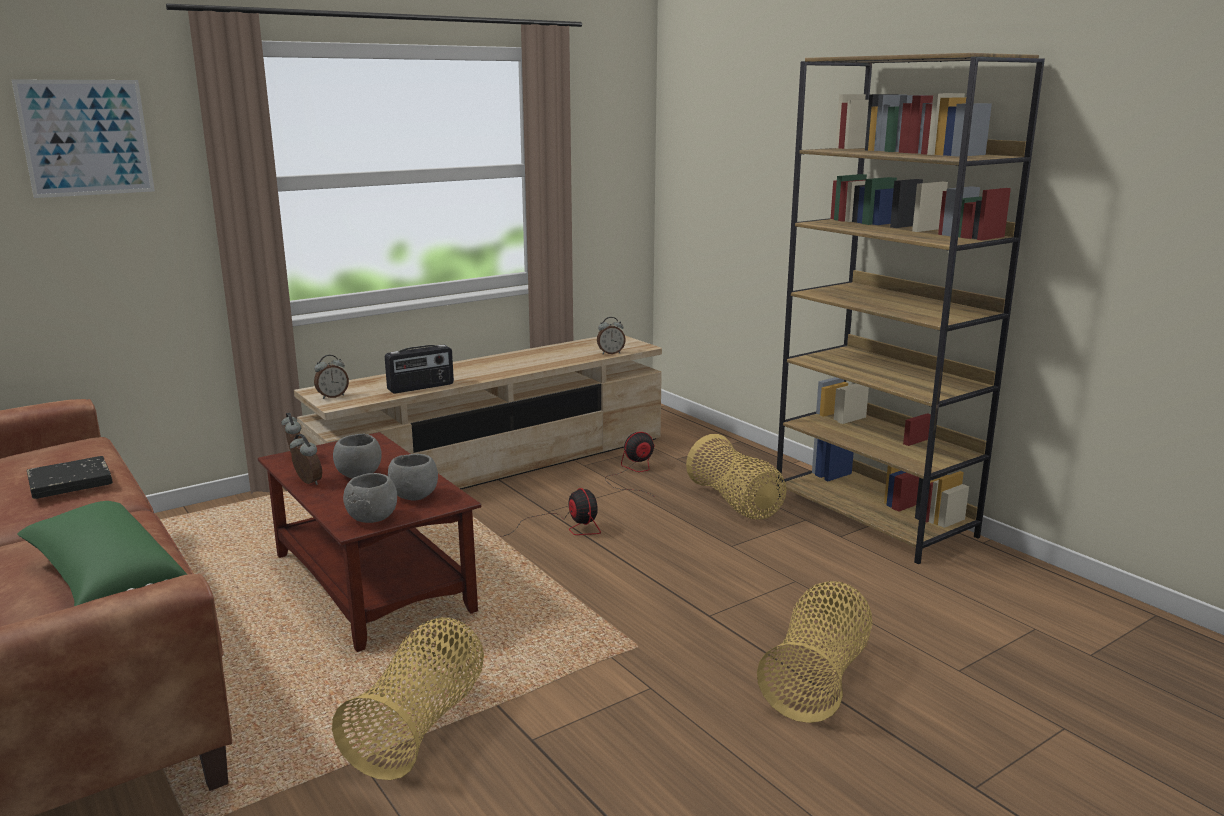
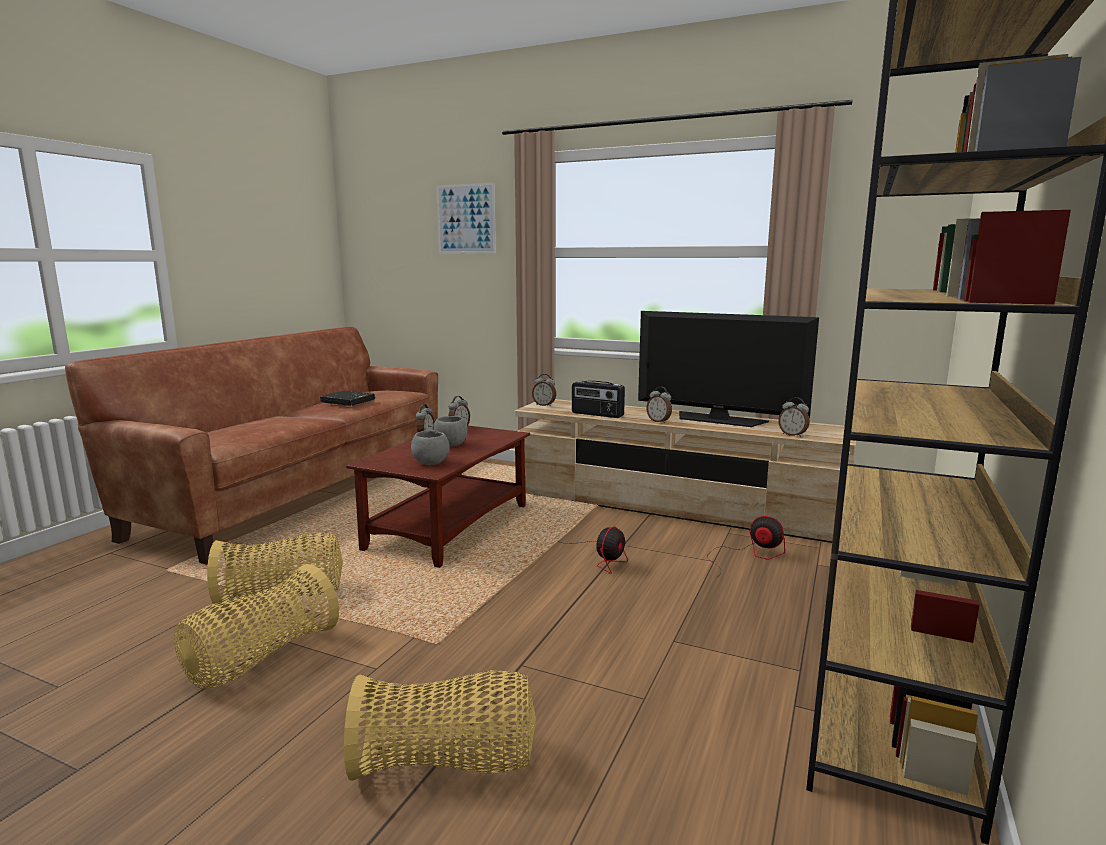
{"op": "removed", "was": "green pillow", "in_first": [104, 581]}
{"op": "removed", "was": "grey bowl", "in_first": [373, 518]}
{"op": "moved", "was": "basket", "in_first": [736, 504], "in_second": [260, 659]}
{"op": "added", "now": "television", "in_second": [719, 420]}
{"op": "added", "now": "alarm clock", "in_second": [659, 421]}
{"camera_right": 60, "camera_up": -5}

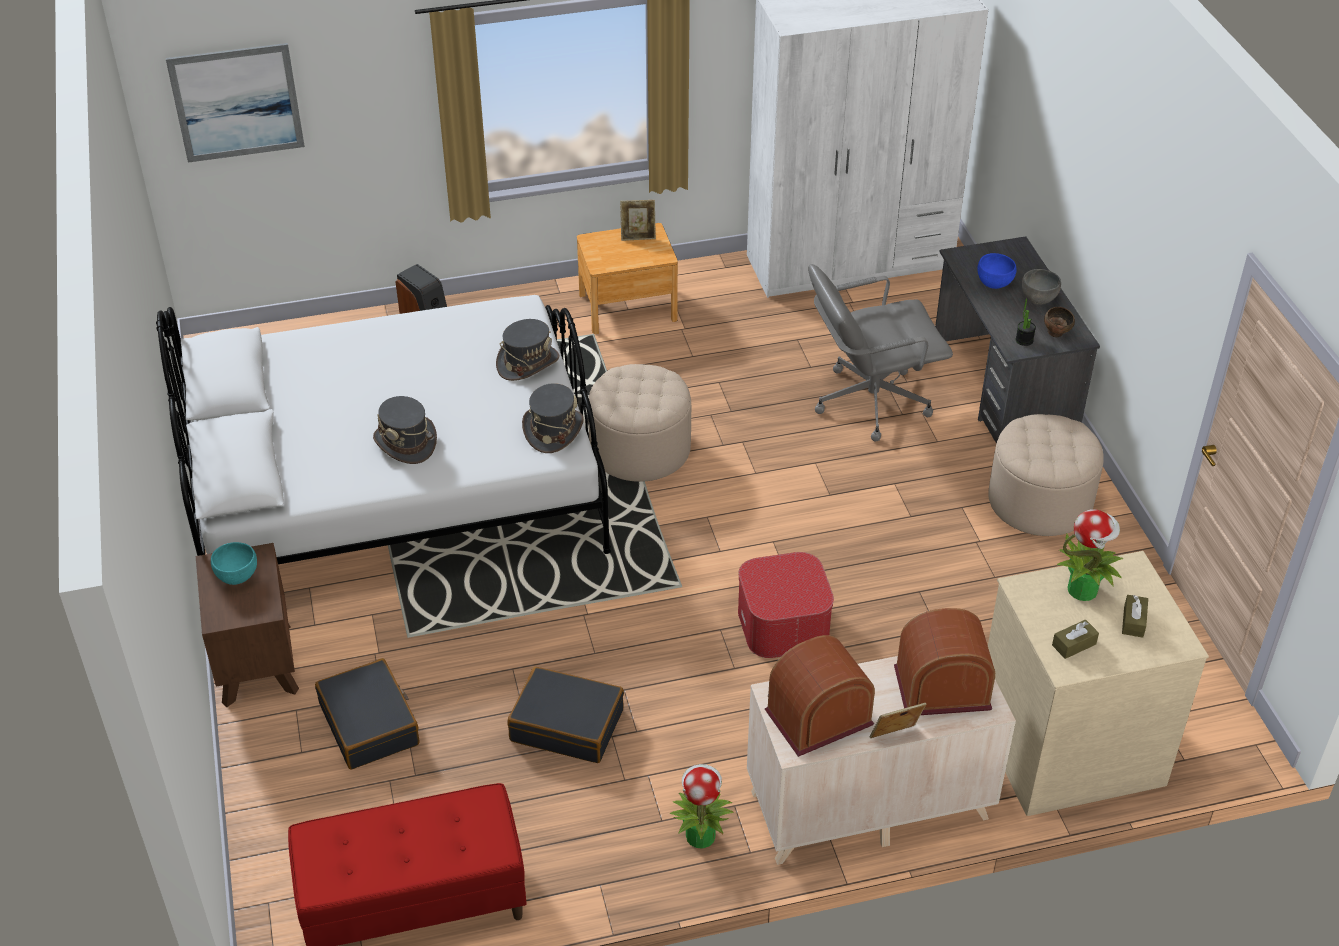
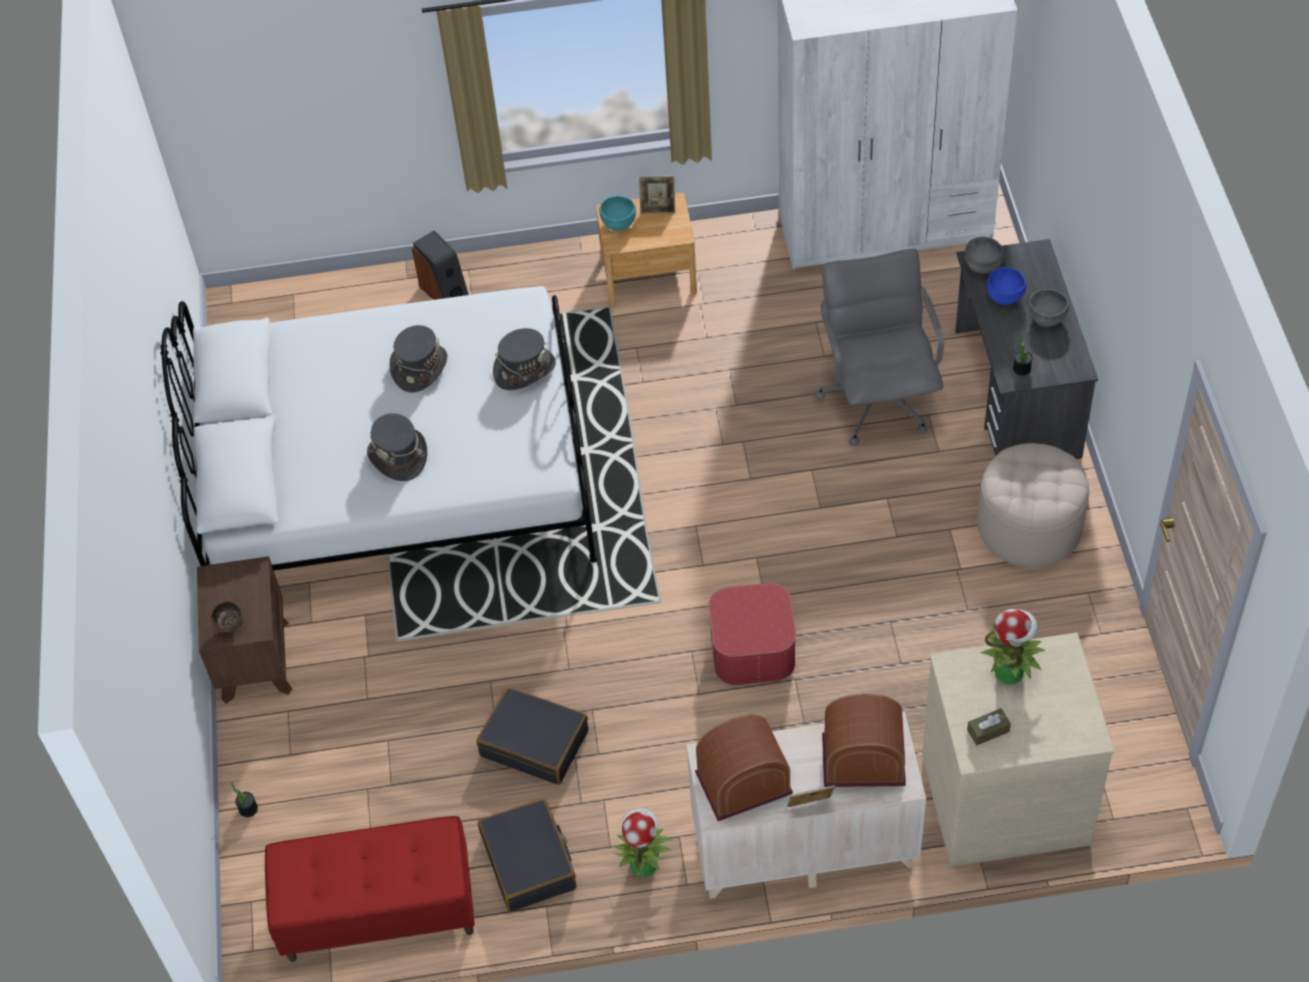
{"op": "removed", "was": "picture", "in_first": [236, 102]}
{"op": "moved", "was": "turquoise bowl", "in_first": [237, 577], "in_second": [618, 224]}
{"op": "moved", "was": "black suitcase", "in_first": [370, 724], "in_second": [529, 862]}
{"op": "moved", "was": "grey hat", "in_first": [553, 430], "in_second": [419, 367]}
{"op": "removed", "was": "beige ottoman", "in_first": [640, 449]}
{"op": "turned", "was": "grey office chair", "in_first": [870, 401], "in_second": [878, 400], "clockwise": 90}
{"op": "moved", "was": "brown bowl", "in_first": [1057, 334], "in_second": [232, 626]}
{"op": "removed", "was": "brown tissue box", "in_first": [1133, 621]}
{"op": "added", "now": "potted plant", "in_second": [248, 809]}
{"op": "added", "now": "grey bowl", "in_second": [982, 267]}
{"camera_right": 10, "camera_up": 10}

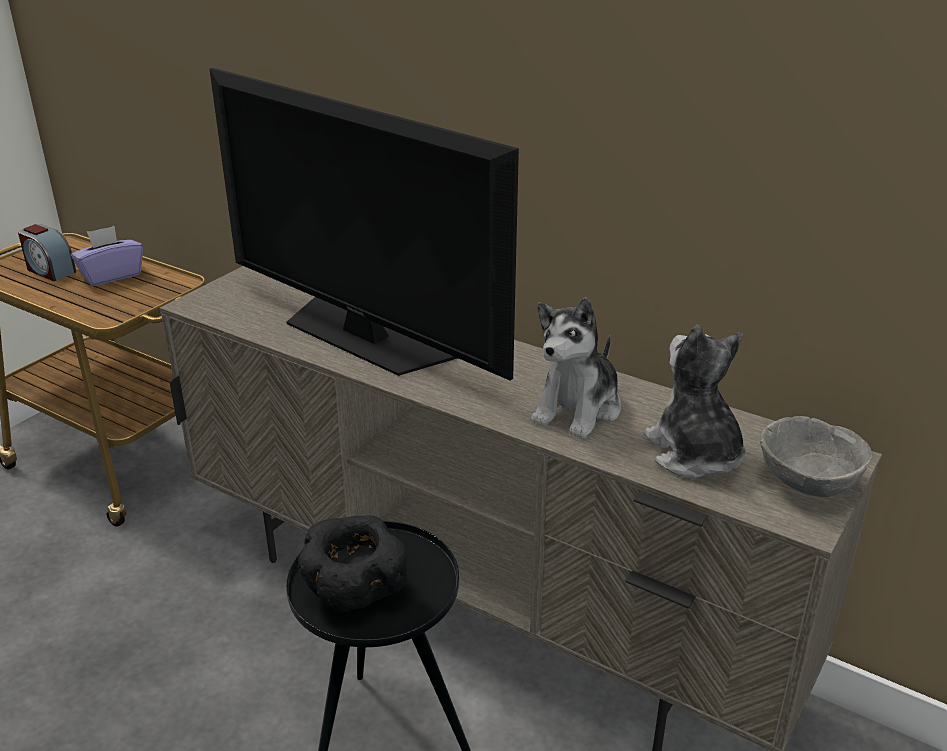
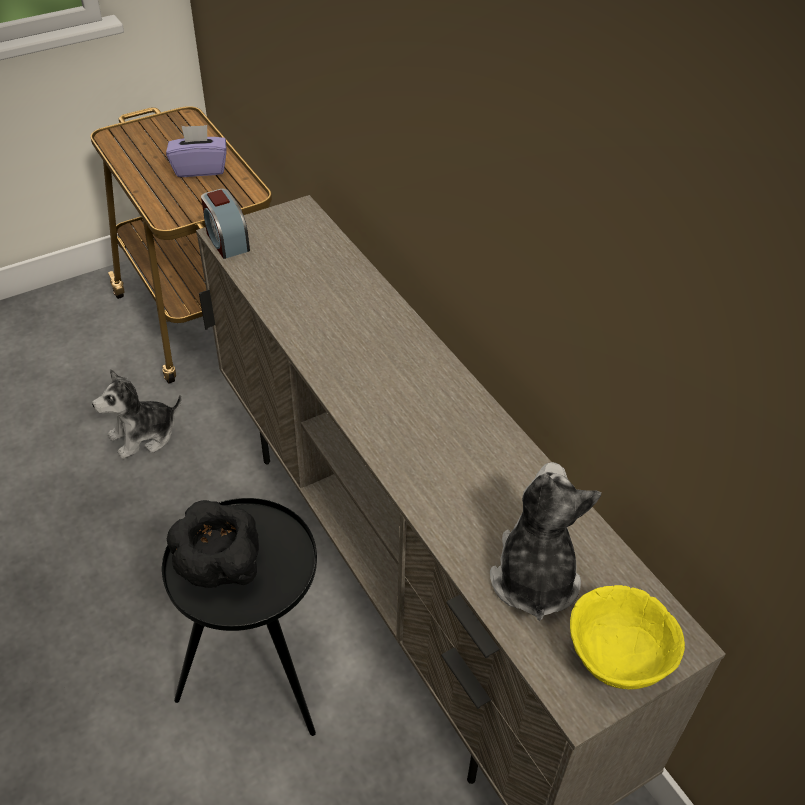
{"op": "moved", "was": "alarm clock", "in_first": [50, 271], "in_second": [226, 241]}
{"op": "removed", "was": "television", "in_first": [365, 336]}
{"op": "moved", "was": "plush toy", "in_first": [578, 409], "in_second": [144, 436]}
{"op": "recoloured", "was": "grey bowl", "now": "yellow bowl", "in_first": [806, 483], "in_second": [616, 657]}
{"camera_right": 25, "camera_up": 15}

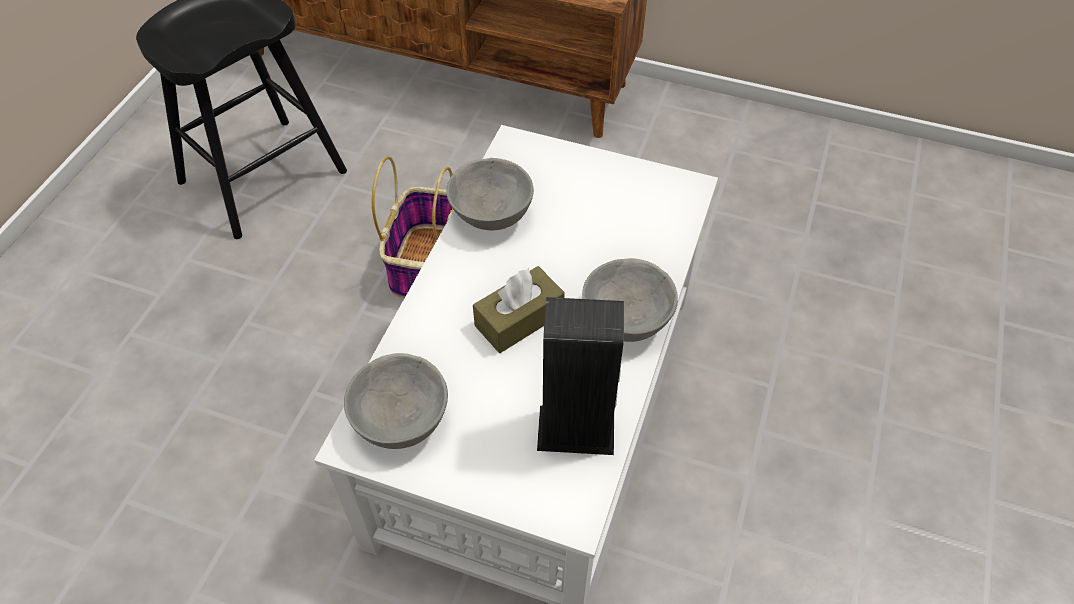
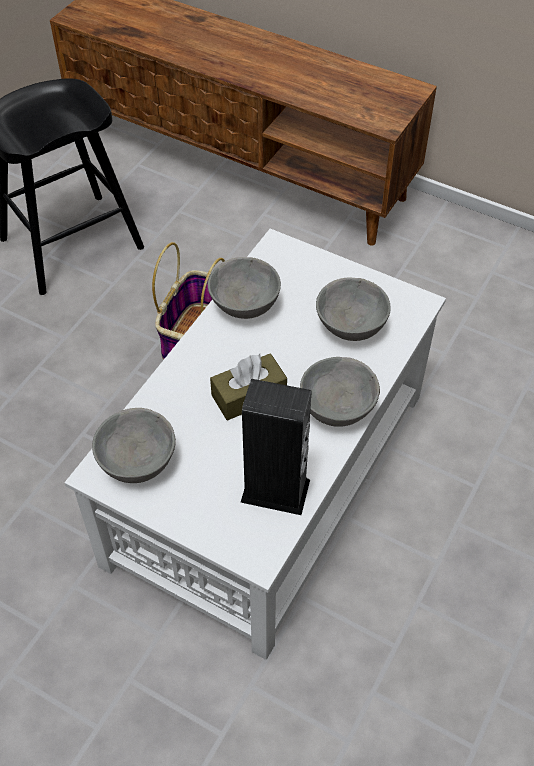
{"op": "added", "now": "grey bowl", "in_second": [349, 327]}
{"camera_right": 10, "camera_up": 0}

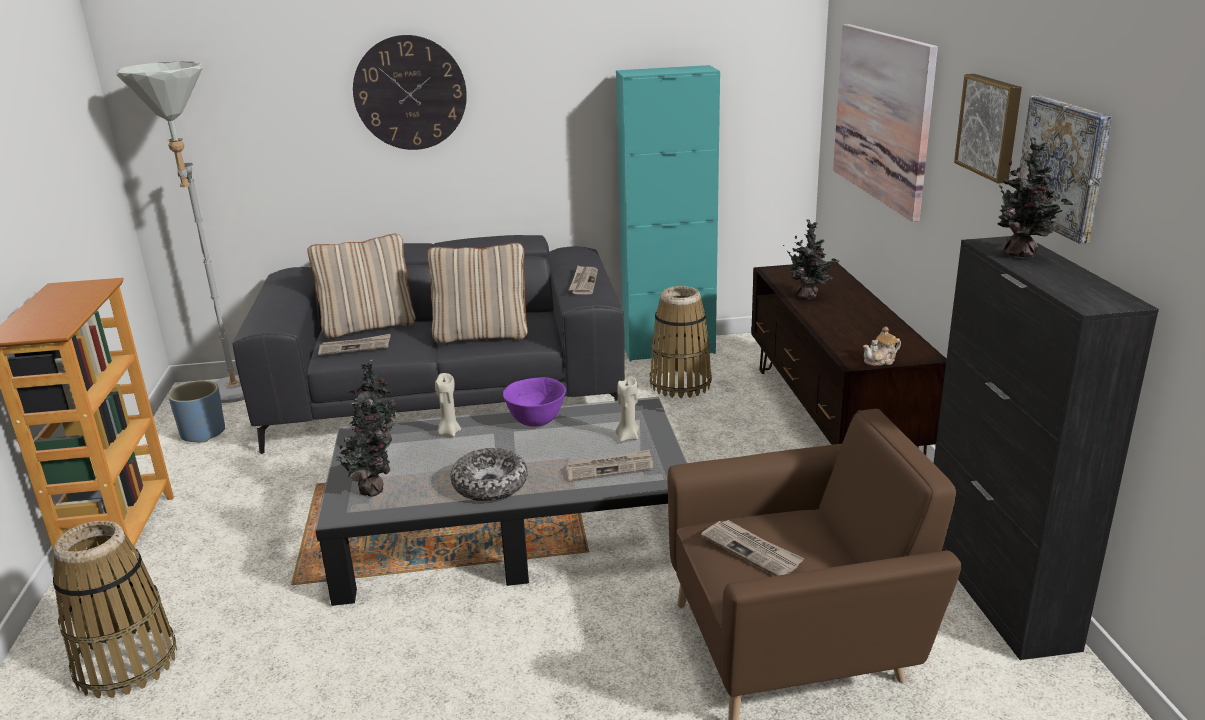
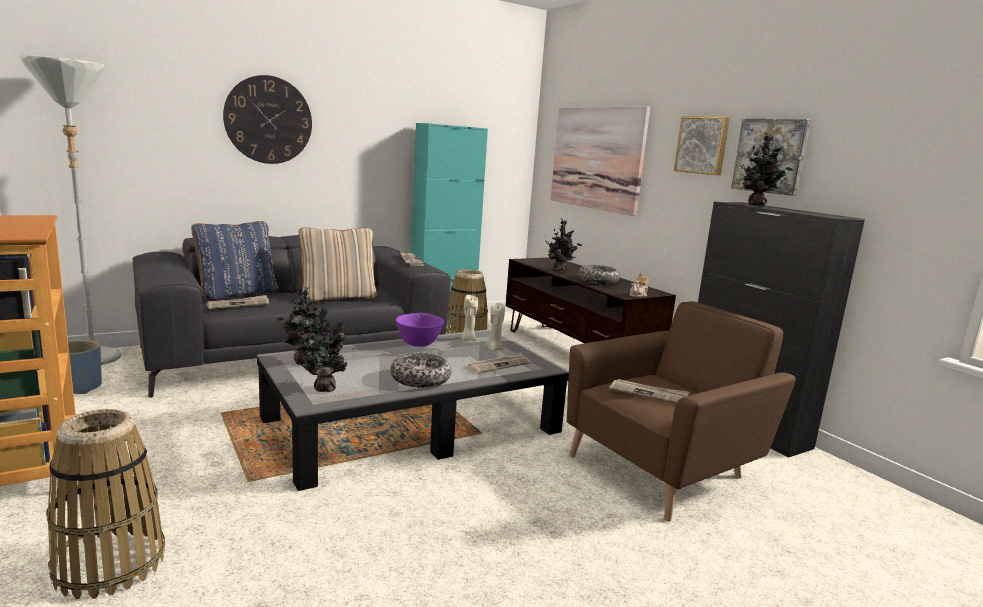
{"op": "recoloured", "was": "beige pillow", "now": "blue pillow", "in_first": [368, 326], "in_second": [237, 294]}
{"op": "moved", "was": "beige candle", "in_first": [449, 432], "in_second": [468, 339]}
{"op": "added", "now": "bowl", "in_second": [598, 281]}
{"camera_right": -25, "camera_up": -10}

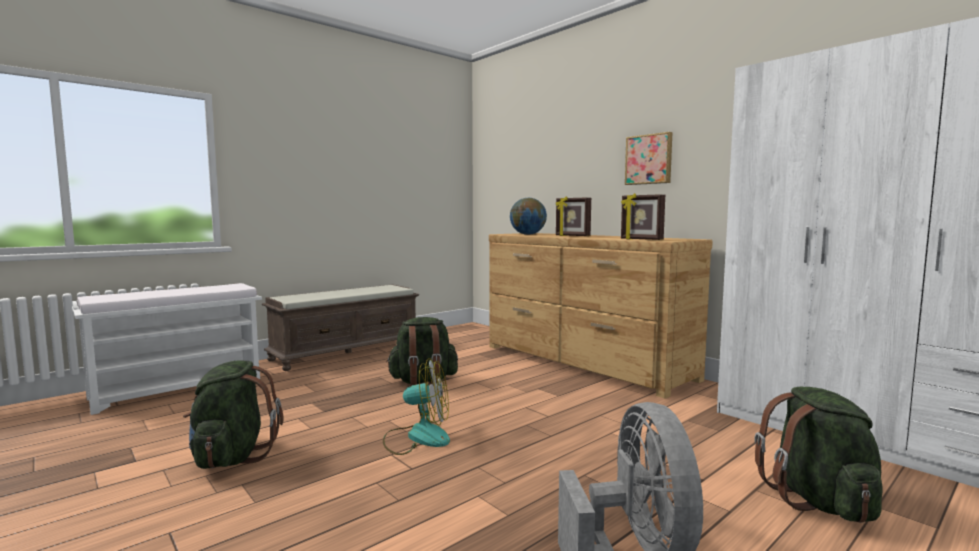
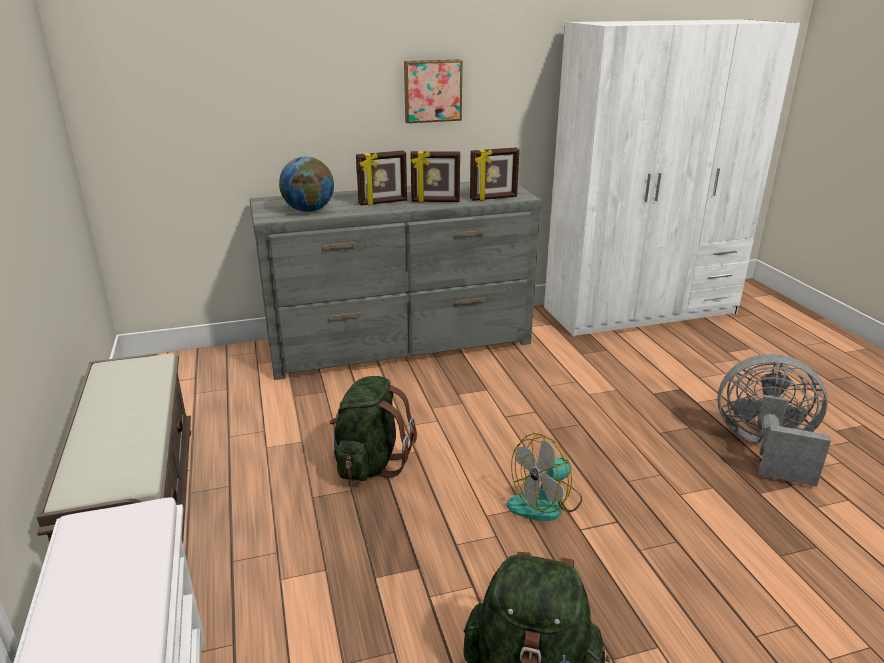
{"op": "turned", "was": "fan", "in_first": [418, 437], "in_second": [545, 503], "clockwise": -150}
{"op": "recoloured", "was": "brown dresser", "now": "grey dresser", "in_first": [584, 362], "in_second": [400, 343]}
{"op": "removed", "was": "green backpack", "in_first": [818, 500]}
{"op": "added", "now": "picture frame", "in_second": [435, 201]}
{"camera_right": -65, "camera_up": 20}

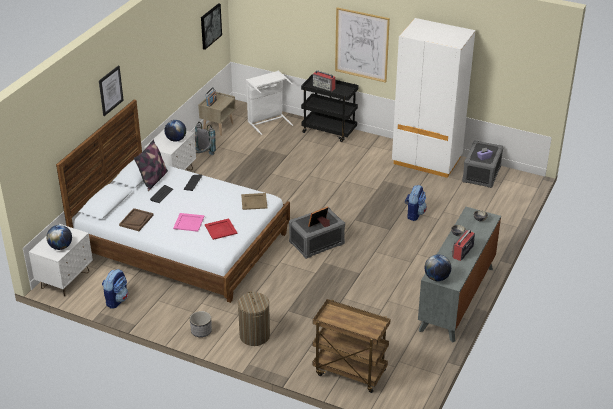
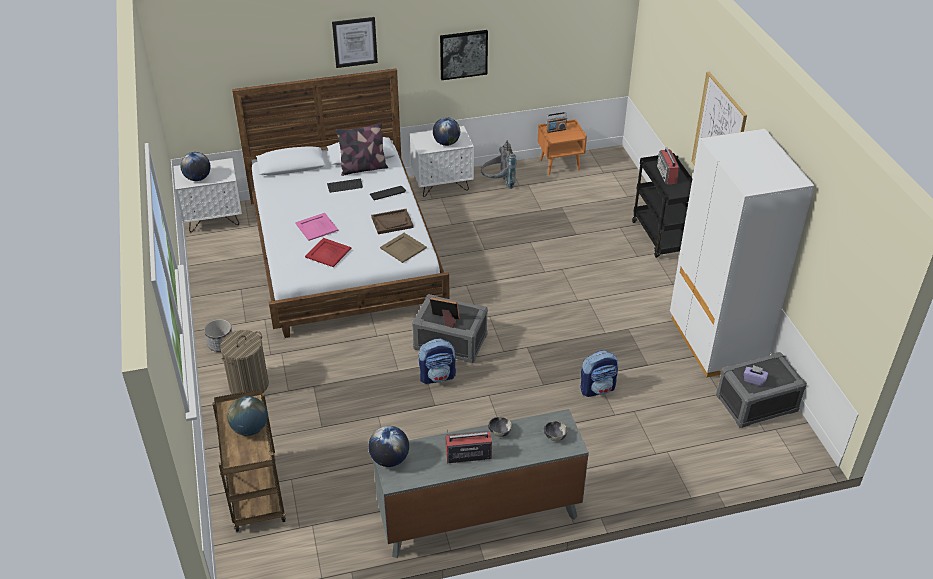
{"op": "moved", "was": "backpack", "in_first": [116, 300], "in_second": [437, 376]}
{"op": "moved", "was": "brown tray", "in_first": [136, 220], "in_second": [392, 222]}
{"op": "recoloured", "was": "beige nightstand", "now": "orange nightstand", "in_first": [218, 127], "in_second": [560, 164]}
{"op": "moved", "was": "picture", "in_first": [210, 26], "in_second": [463, 54]}
{"op": "removed", "was": "white laundry basket", "in_first": [268, 121]}
{"op": "added", "now": "globe", "in_second": [250, 429]}
{"camera_right": 50, "camera_up": 5}

